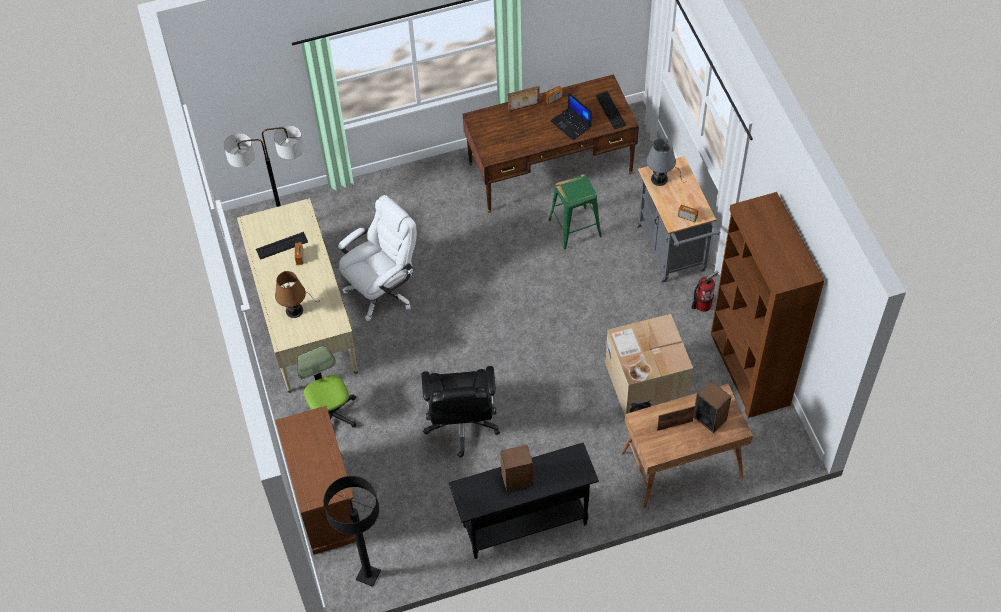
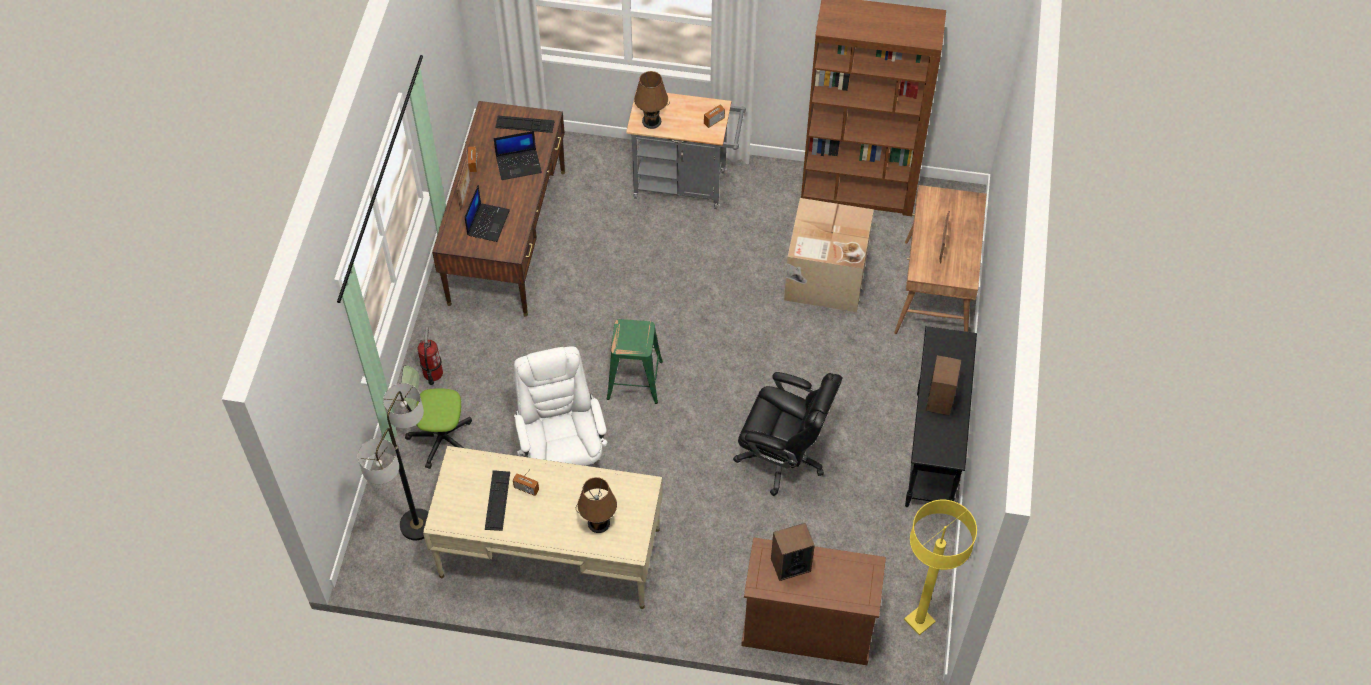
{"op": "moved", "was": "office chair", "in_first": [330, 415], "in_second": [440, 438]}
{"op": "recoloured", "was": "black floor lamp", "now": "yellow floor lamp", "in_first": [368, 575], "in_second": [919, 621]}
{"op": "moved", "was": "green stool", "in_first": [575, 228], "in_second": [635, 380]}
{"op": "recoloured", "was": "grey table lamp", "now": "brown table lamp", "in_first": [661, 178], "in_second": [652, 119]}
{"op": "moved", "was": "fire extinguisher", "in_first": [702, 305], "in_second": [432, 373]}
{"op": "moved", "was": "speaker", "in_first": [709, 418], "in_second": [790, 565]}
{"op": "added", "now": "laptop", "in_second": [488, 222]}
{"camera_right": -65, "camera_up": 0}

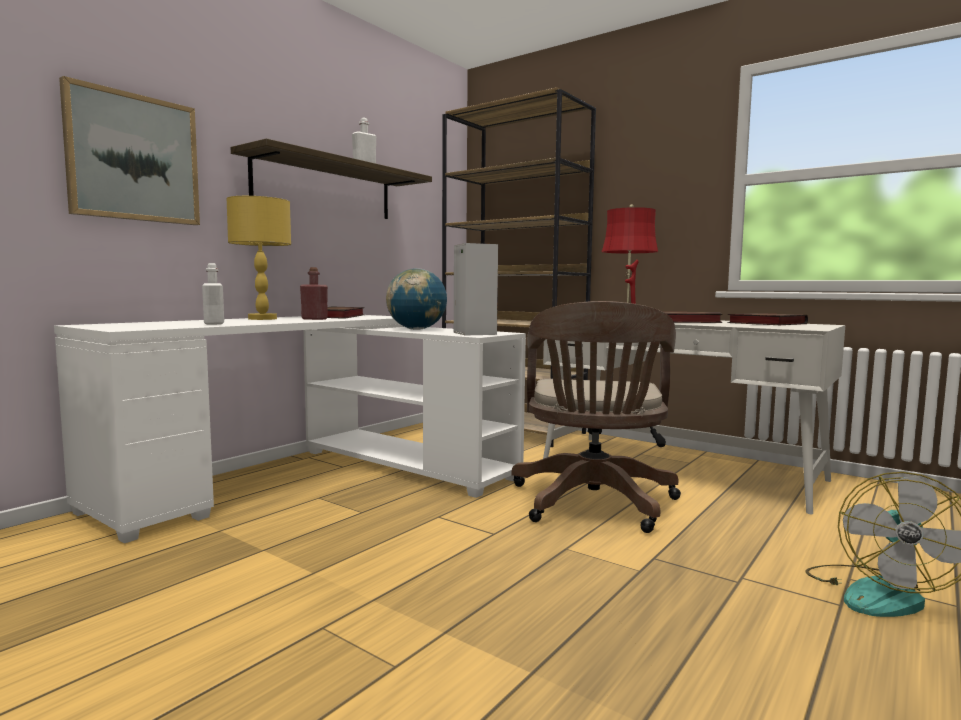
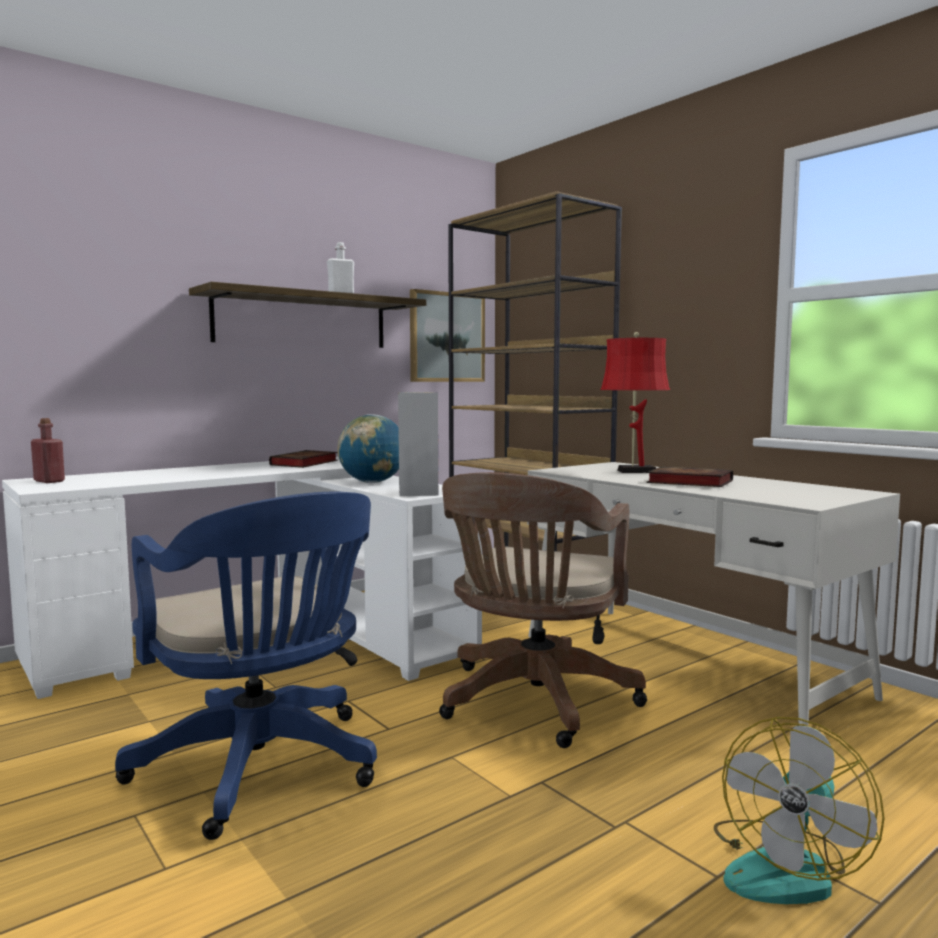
{"op": "moved", "was": "picture", "in_first": [133, 158], "in_second": [446, 337]}
{"op": "removed", "was": "white bottle", "in_first": [214, 323]}
{"op": "removed", "was": "yellow table lamp", "in_first": [262, 319]}
{"op": "moved", "was": "red bottle", "in_first": [314, 319], "in_second": [49, 481]}
{"op": "removed", "was": "book", "in_first": [764, 324]}
{"op": "added", "now": "blue office chair", "in_second": [262, 770]}
{"camera_right": 15, "camera_up": 0}

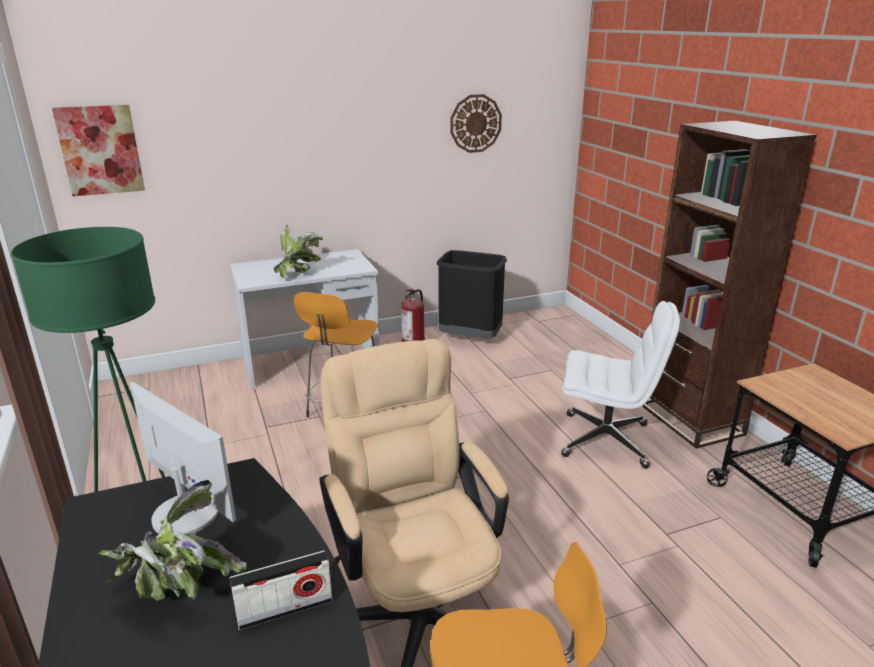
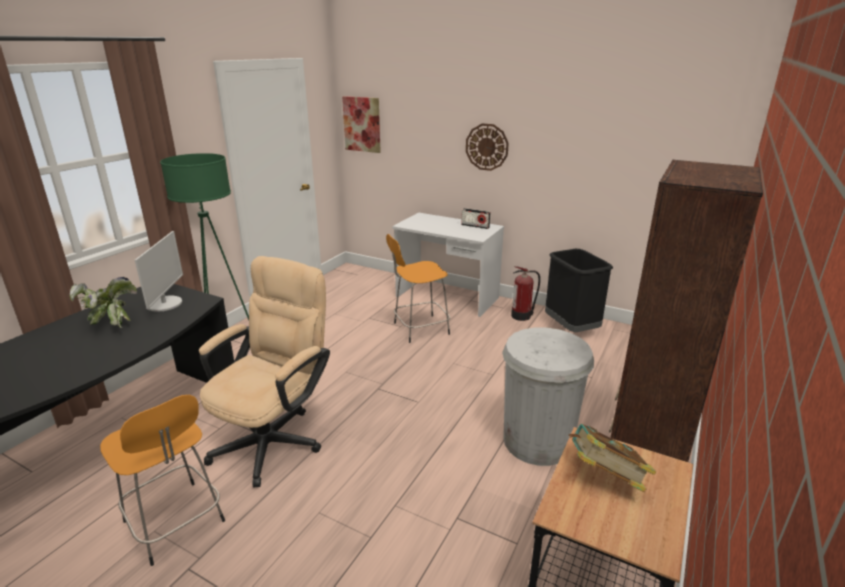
{"op": "moved", "was": "radio", "in_first": [285, 609], "in_second": [475, 226]}
{"op": "removed", "was": "potted plant", "in_first": [299, 273]}
{"op": "moved", "was": "wall clock", "in_first": [475, 123], "in_second": [487, 147]}
{"op": "replaced", "was": "white office chair", "now": "white trash can", "in_first": [607, 440], "in_second": [537, 441]}
{"op": "added", "now": "book", "in_second": [604, 477]}
{"camera_right": 50, "camera_up": 0}

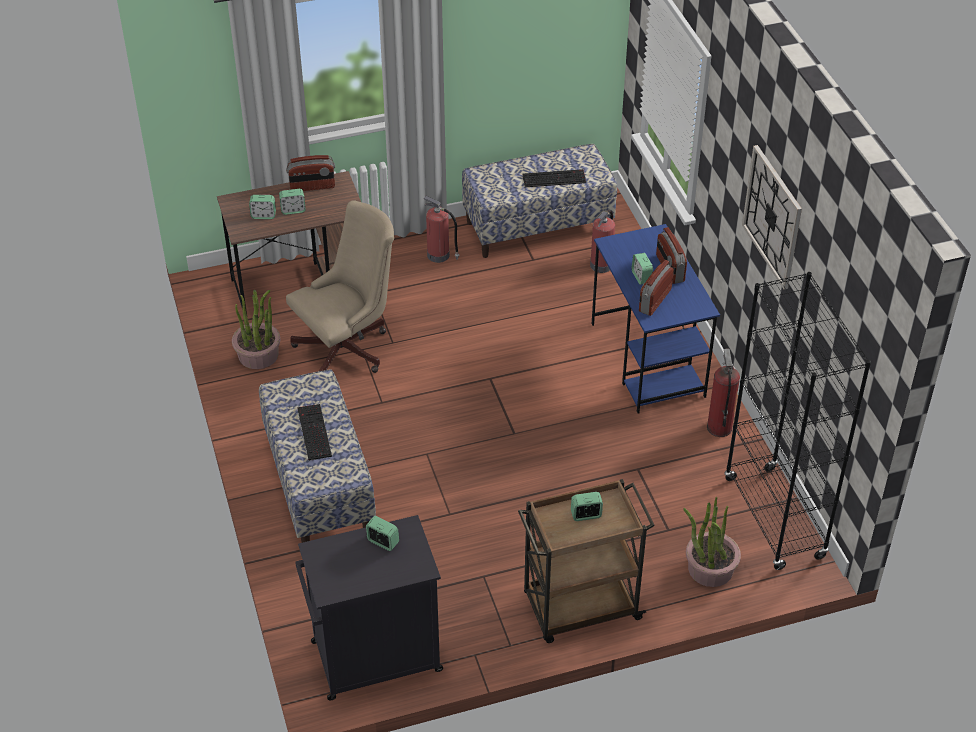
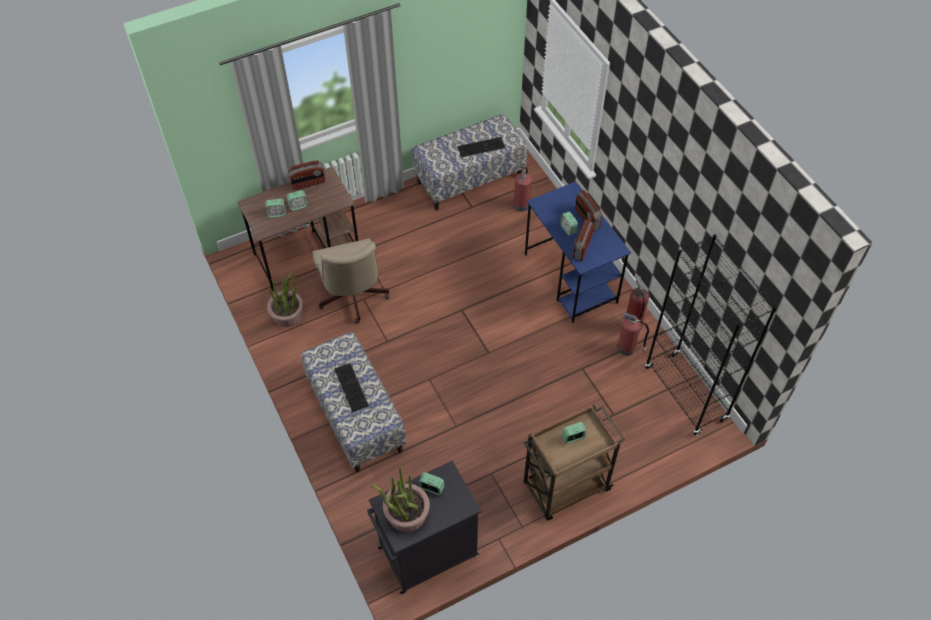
{"op": "turned", "was": "beige office chair", "in_first": [348, 347], "in_second": [353, 299], "clockwise": 120}
{"op": "moved", "was": "fire extinguisher", "in_first": [439, 255], "in_second": [627, 348]}
{"op": "moved", "was": "potted plant", "in_first": [710, 569], "in_second": [406, 514]}
{"op": "removed", "was": "wall clock", "in_first": [772, 216]}
{"camera_right": -10, "camera_up": 10}

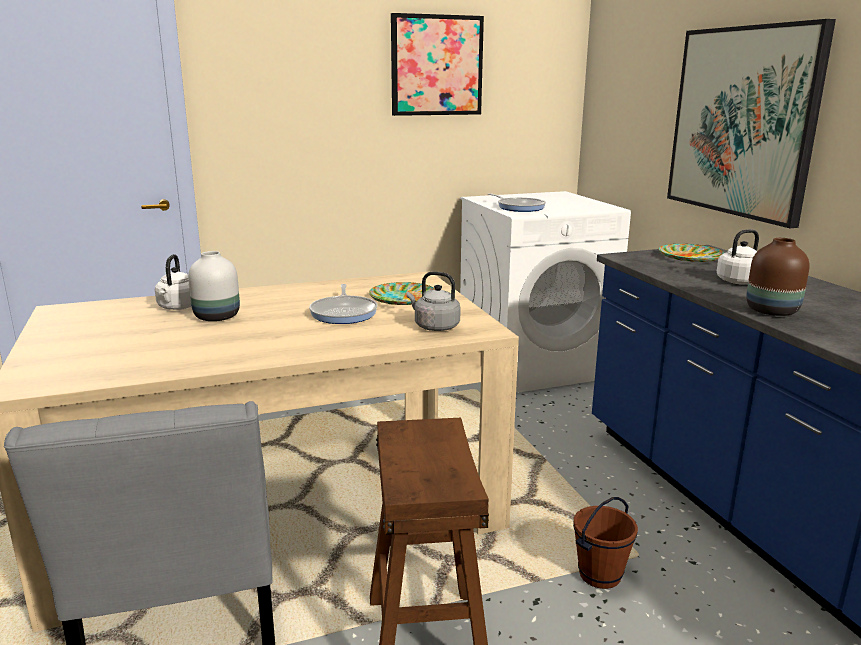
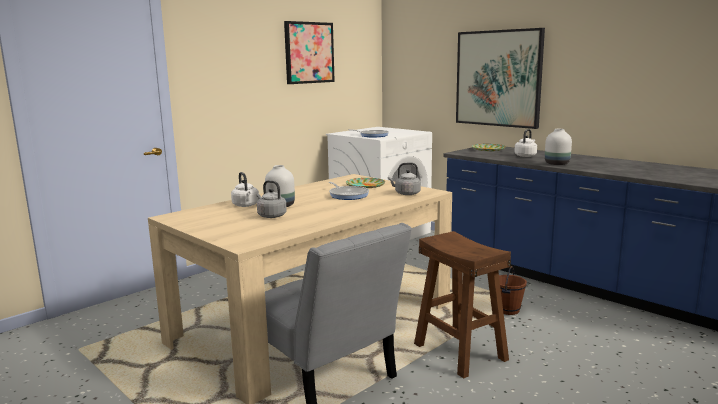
{"op": "recoloured", "was": "brown vase", "now": "white vase", "in_first": [772, 311], "in_second": [557, 164]}
{"op": "added", "now": "grey kettle", "in_second": [271, 216]}
{"camera_right": -25, "camera_up": -5}

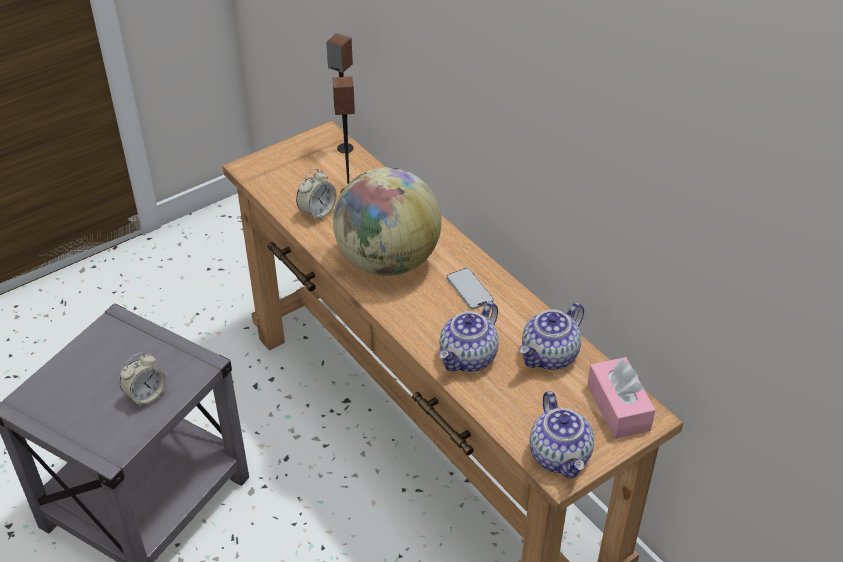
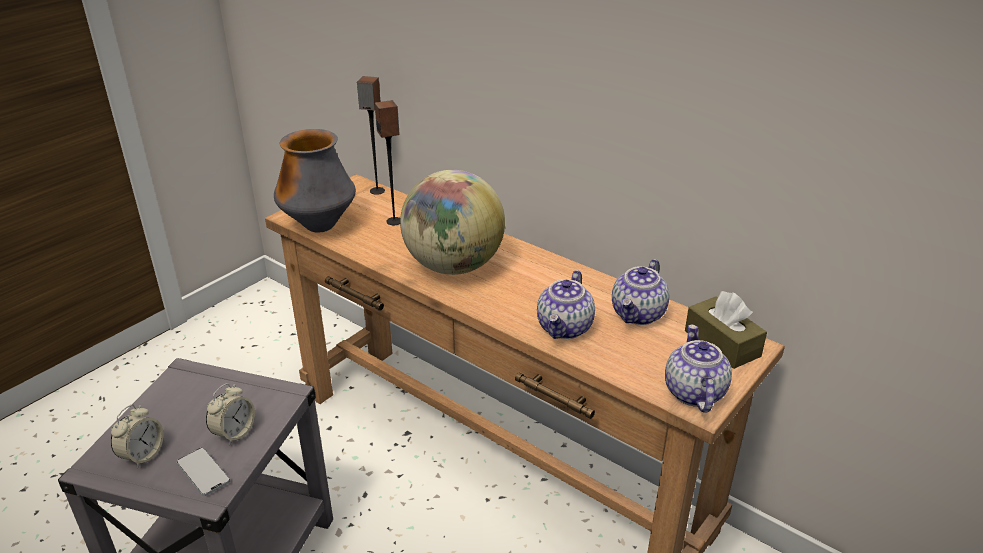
{"op": "moved", "was": "alarm clock", "in_first": [317, 212], "in_second": [142, 455]}
{"op": "moved", "was": "phone", "in_first": [469, 289], "in_second": [203, 472]}
{"op": "turned", "was": "teapot", "in_first": [560, 456], "in_second": [693, 392], "clockwise": -150}
{"op": "recoloured", "was": "pink tissue box", "now": "brown tissue box", "in_first": [618, 407], "in_second": [722, 343]}
{"op": "added", "now": "vase", "in_second": [319, 226]}
{"camera_right": -15, "camera_up": -10}

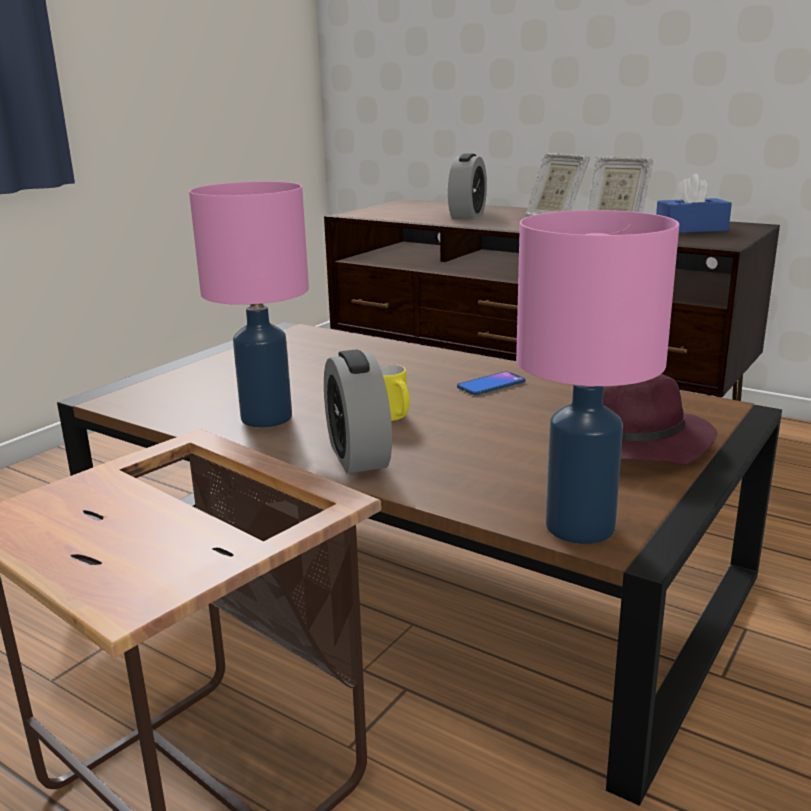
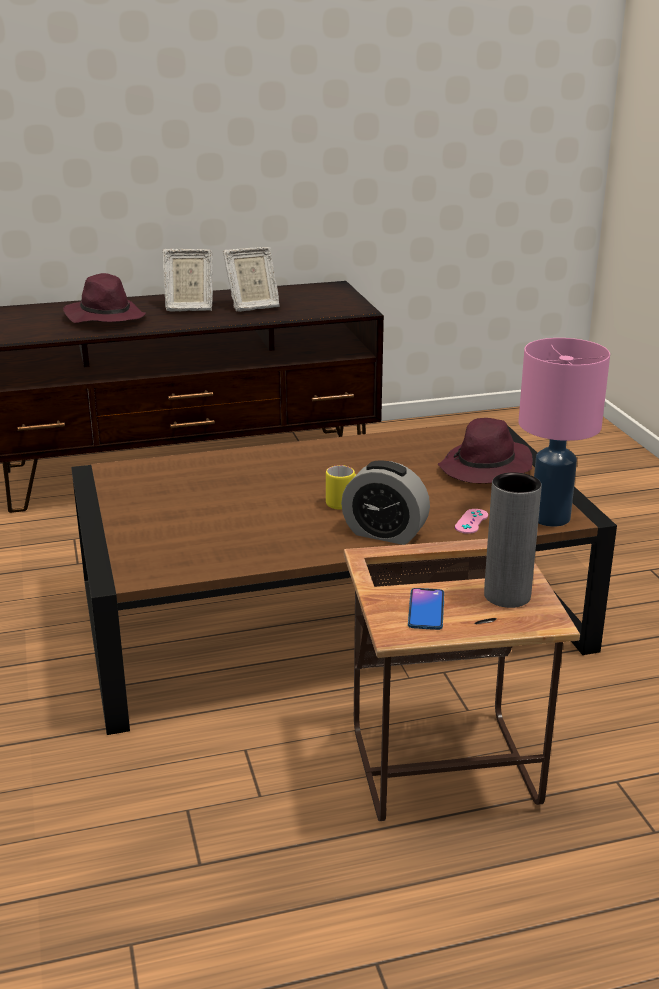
{"op": "removed", "was": "pink table lamp", "in_first": [268, 418]}
{"op": "replaced", "was": "alarm clock", "now": "purple hat", "in_first": [467, 214], "in_second": [104, 317]}
{"op": "moved", "was": "phone", "in_first": [491, 385], "in_second": [426, 610]}
{"op": "removed", "was": "blue tissue box", "in_first": [691, 229]}
{"op": "added", "now": "pink game controller", "in_second": [471, 521]}
{"op": "added", "now": "grey vase", "in_second": [507, 596]}
{"camera_right": -50, "camera_up": 5}

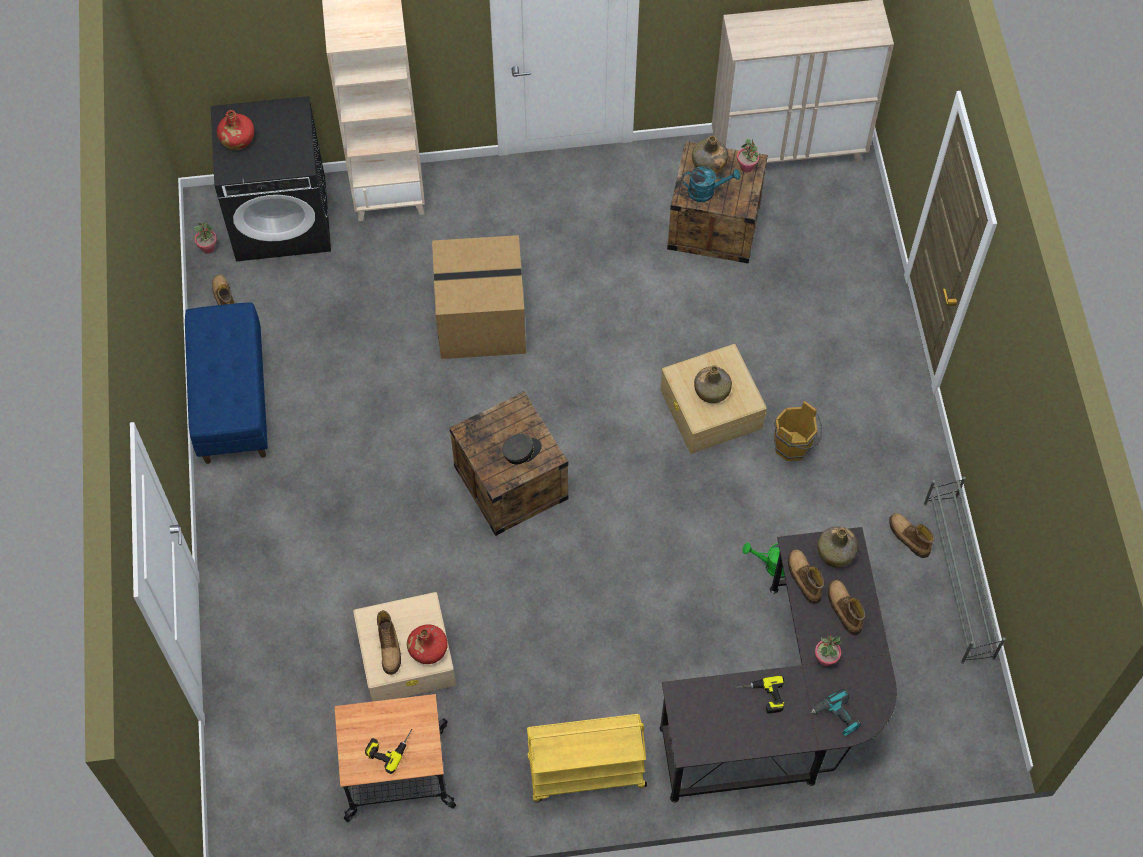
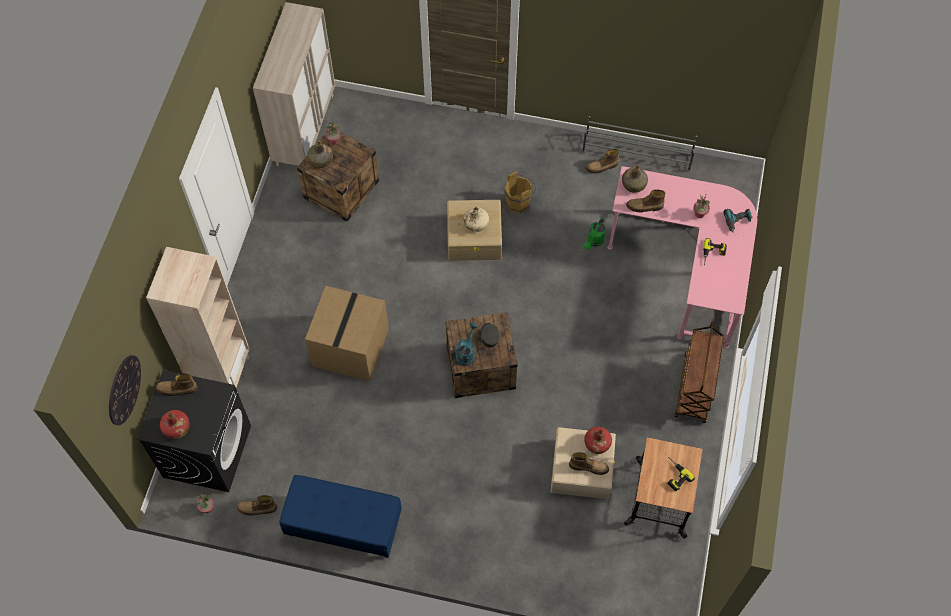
{"op": "recoloured", "was": "yellow cart", "now": "brown cart", "in_first": [585, 773], "in_second": [695, 389]}
{"op": "recoloured", "was": "black desk", "now": "pink desk", "in_first": [787, 706], "in_second": [686, 266]}
{"op": "moved", "was": "turquoise watering can", "in_first": [706, 191], "in_second": [466, 353]}
{"op": "recoloured", "was": "green bottle", "now": "beige bottle", "in_first": [712, 390], "in_second": [476, 224]}
{"op": "moved", "was": "boot", "in_first": [843, 609], "in_second": [177, 389]}
{"op": "added", "now": "wall clock", "in_second": [124, 390]}
{"camera_right": -70, "camera_up": 0}

